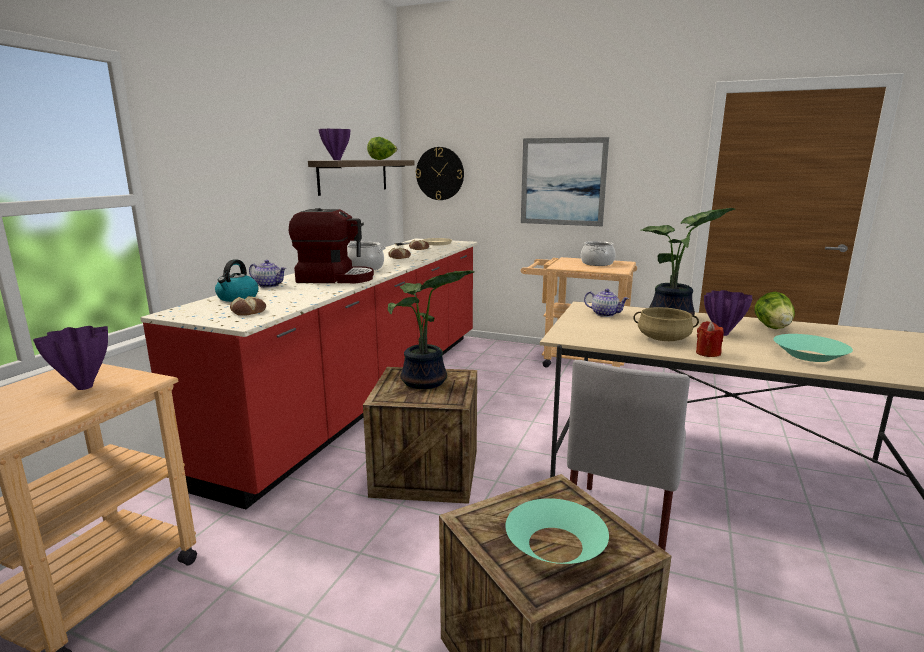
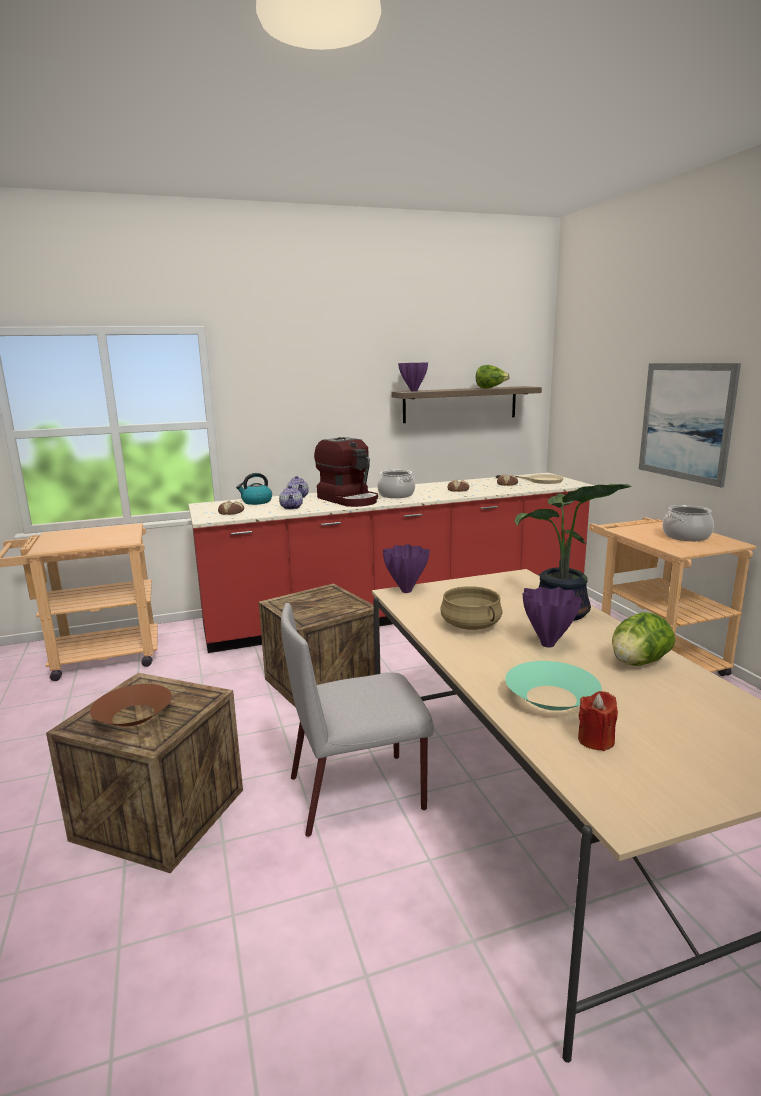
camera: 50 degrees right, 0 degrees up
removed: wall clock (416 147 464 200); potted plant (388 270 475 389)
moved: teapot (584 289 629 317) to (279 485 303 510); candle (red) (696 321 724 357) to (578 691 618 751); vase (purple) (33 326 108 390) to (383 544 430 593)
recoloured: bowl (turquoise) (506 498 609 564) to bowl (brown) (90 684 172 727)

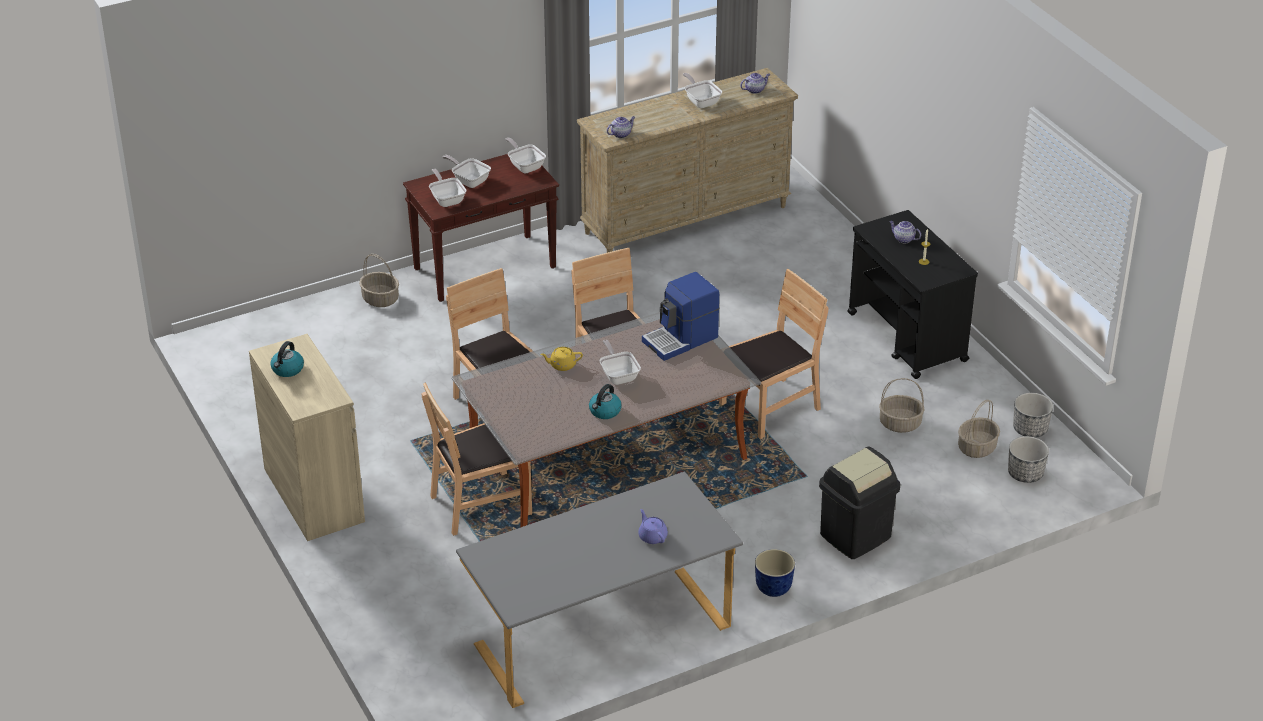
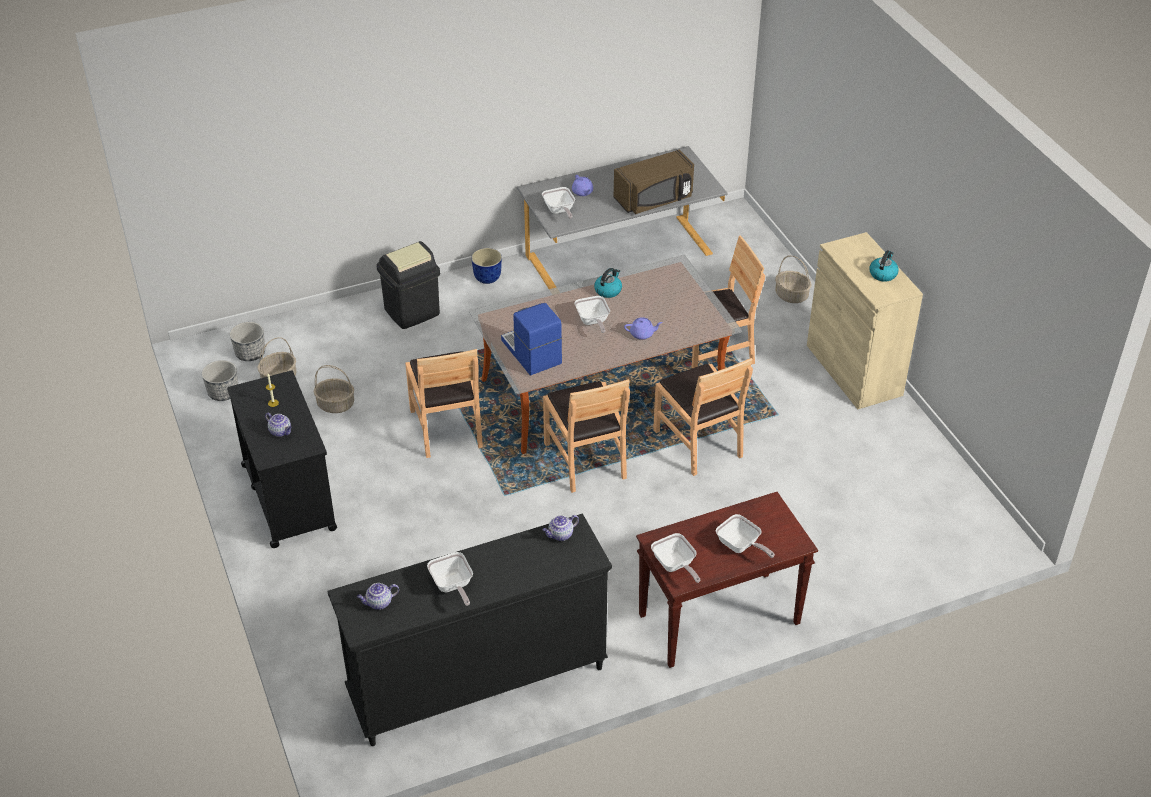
camera: 175 degrees left, 5 degrees up
added: microwave (brown) (614 150 694 214)
moved: frying pan (429 169 467 207) to (542 187 575 219); basket (359 254 399 307) to (775 256 811 303)
recoloured: dresser (beige) (577 68 798 253) to dresser (black) (327 513 612 746); teapot (yellow) (540 347 583 371) to teapot (purple) (624 317 663 340)
turned: chair (brown) (719 269 829 439) = (405 349 483 458) 75 degrees counterclockwise; coffee machine (642 272 719 361) = (501 303 562 375) 90 degrees counterclockwise

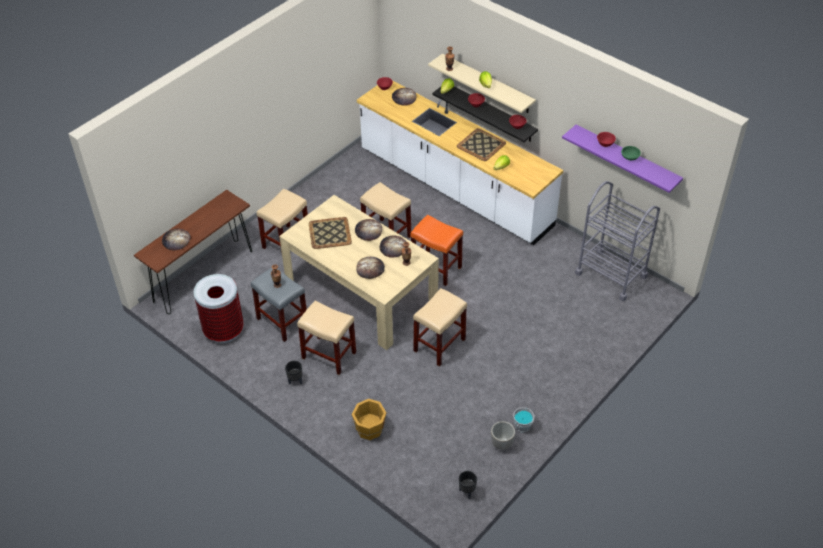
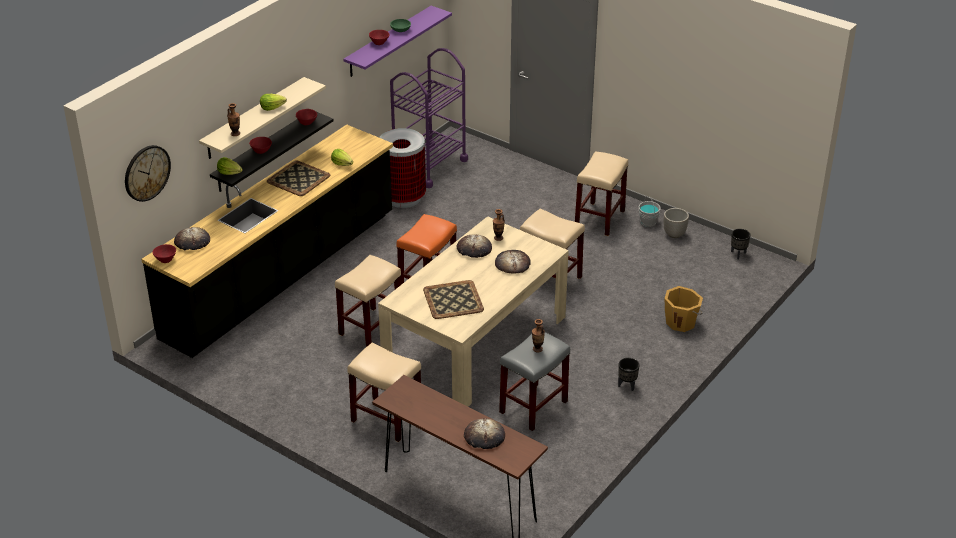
camera: 95 degrees left, 10 degrees down
removed: bread (355 219 382 241)
added: wall clock (125 145 171 202)
moved: trash can (194 274 244 343) to (379 128 426 208); stool (beige) (297 300 356 375) to (575 151 628 236)
recoloured: counter (white) (357 81 563 245) to counter (black) (141 125 393 358); cart (grey) (575 181 660 301) to cart (purple) (390 48 468 188)

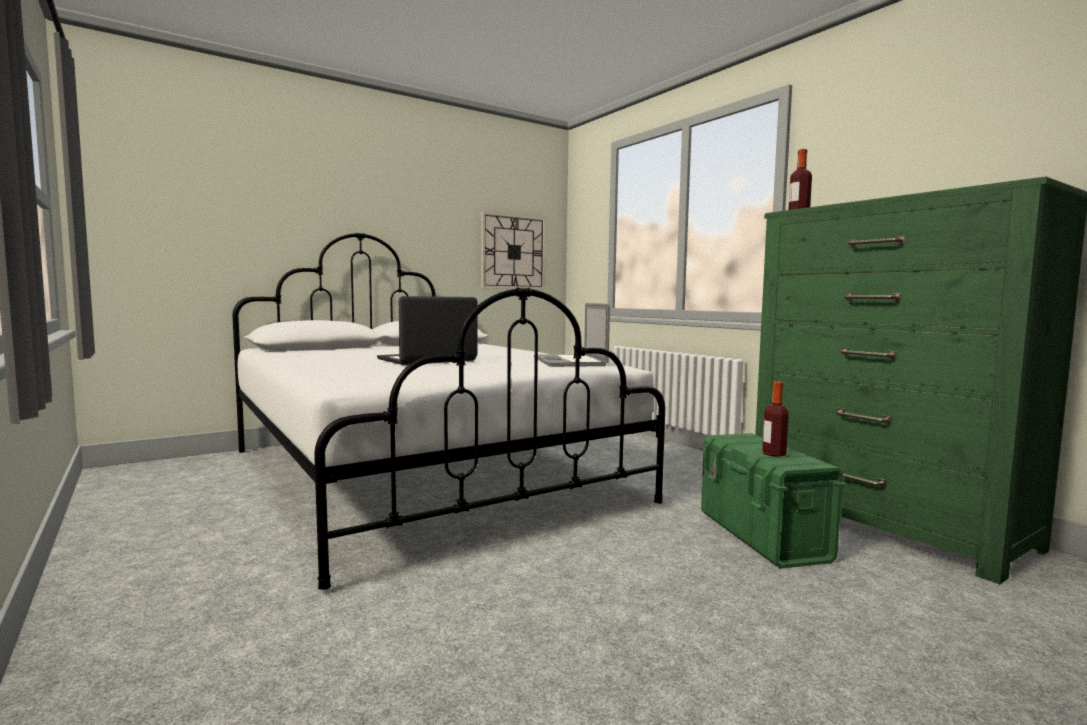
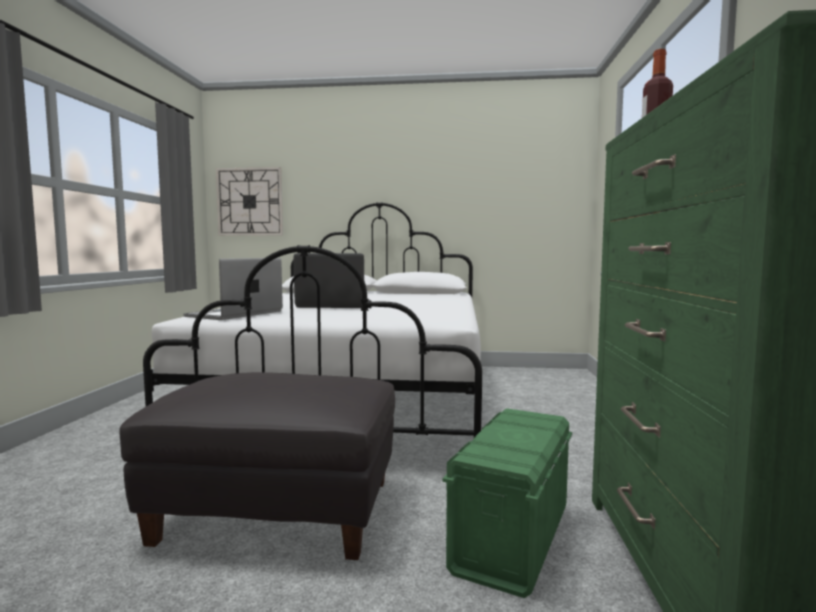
camera: 40 degrees right, 0 degrees up
removed: bottle (762 381 789 457)
added: ottoman (black) (119 372 395 560)
moved: wall clock (481 212 546 290) to (216 167 283 236); laptop (534 303 610 367) to (183 258 283 320)

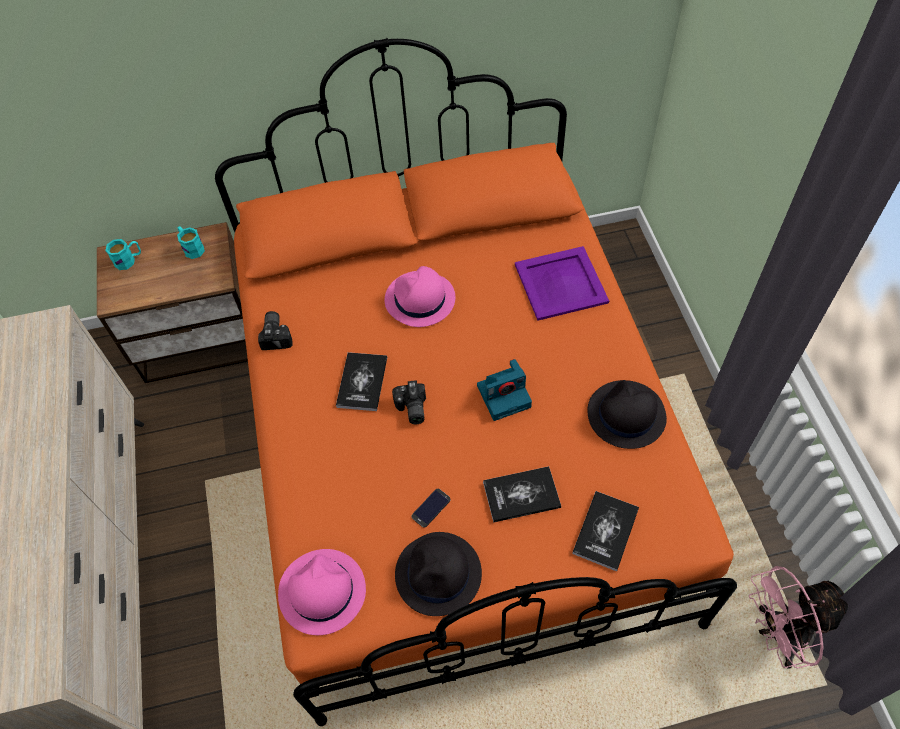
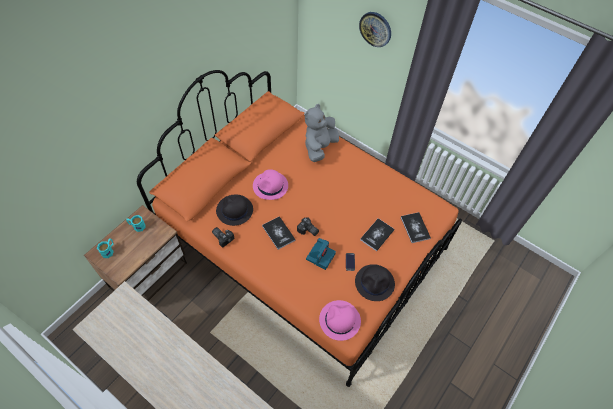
camera: 45 degrees left, 0 degrees up
removed: fan (pink) (748 566 848 669)
added: wall clock (359 12 391 47)
moved: photo camera (477 359 532 421) to (306 238 336 270); hat (black) (587 380 667 449) to (216 194 253 226)
replaced: tray (purple) (515 246 609 321) to plush toy (grey) (305 104 339 162)

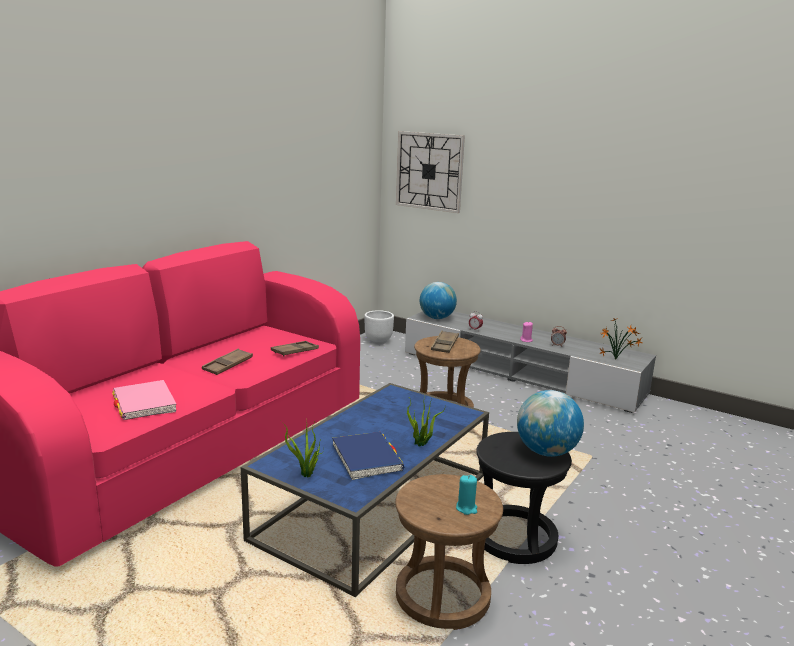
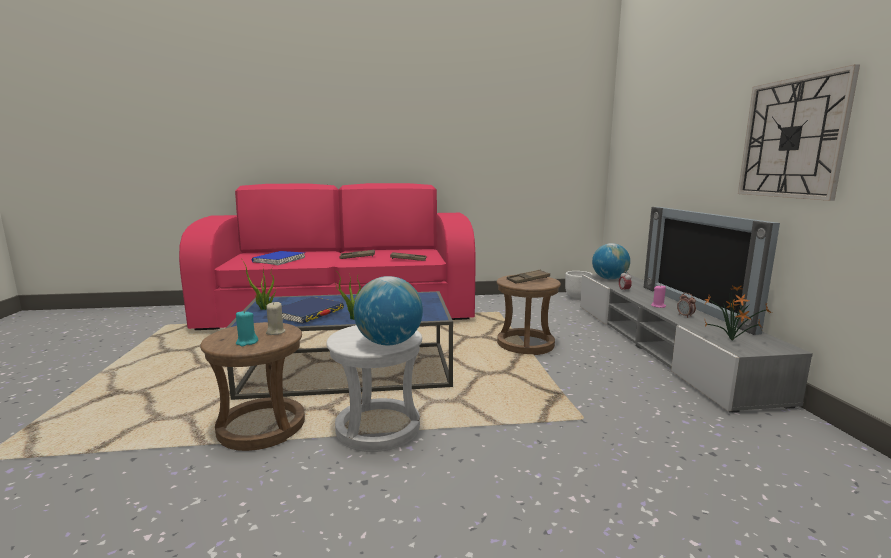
camera: 50 degrees right, 5 degrees down
added: television (644 207 780 335); candle (beige) (266 302 286 335)
moved: wall clock (396 131 465 213) to (738 64 860 201)
recoloured: book (pink) (112 380 176 420) to book (blue) (252 251 305 265); stool (black) (476 432 572 564) to stool (white) (326 325 422 452)

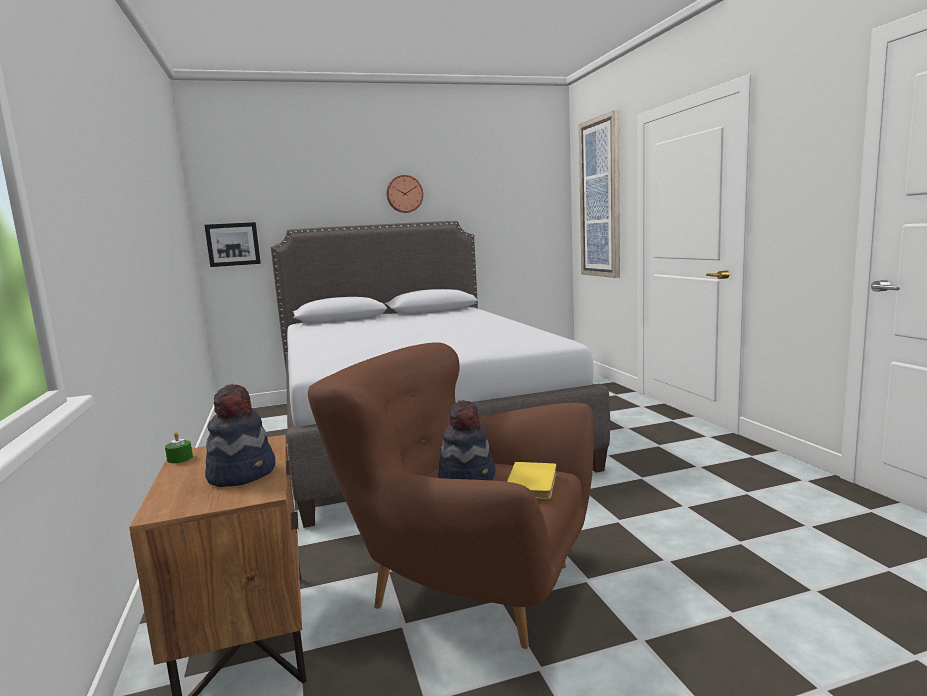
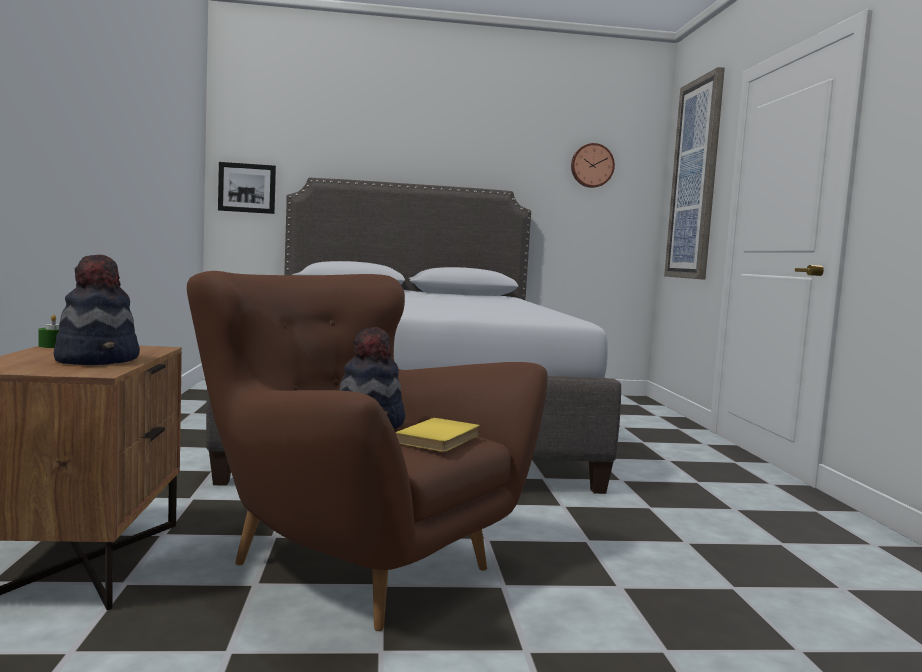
camera: 10 degrees right, 5 degrees down
moved: wall clock (386 175 423 213) to (571 143 615 188)

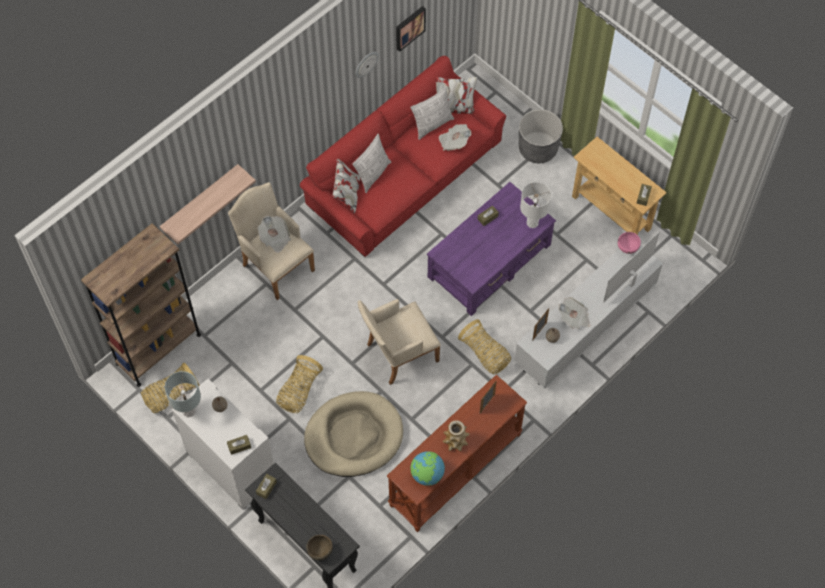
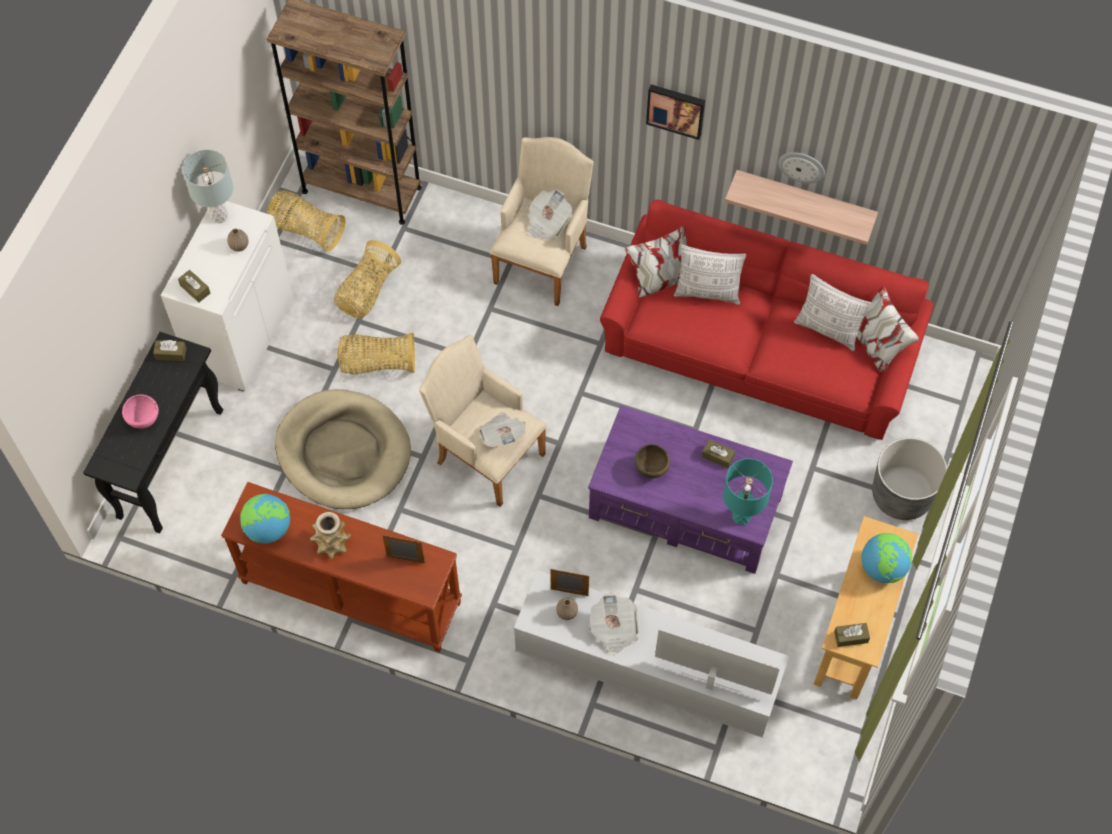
camera: 65 degrees right, 0 degrees up
added: globe (861 533 912 583)
moved: picture (396 6 426 52) to (646 85 705 140); newspaper (438 124 471 151) to (479 412 526 447); shelf (160 164 256 245) to (725 170 878 245); bowl (pink) (618 232 641 254) to (122 394 159 429); basket (458 319 511 374) to (334 240 401 318); bowl (brown) (306 535 333 560) to (635 444 670 478)
recoloured: table lamp (white) (520 182 551 228) to table lamp (turquoise) (723 458 773 525)

